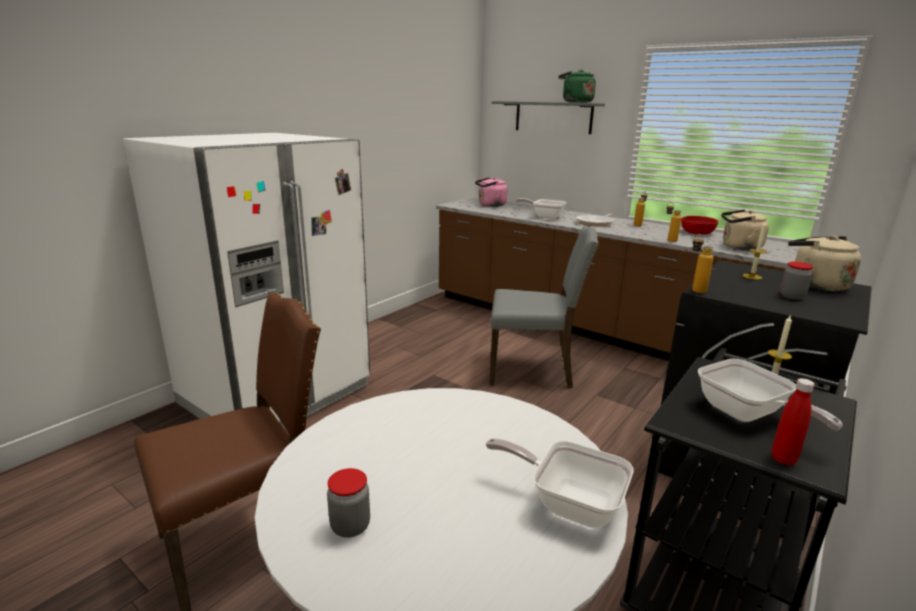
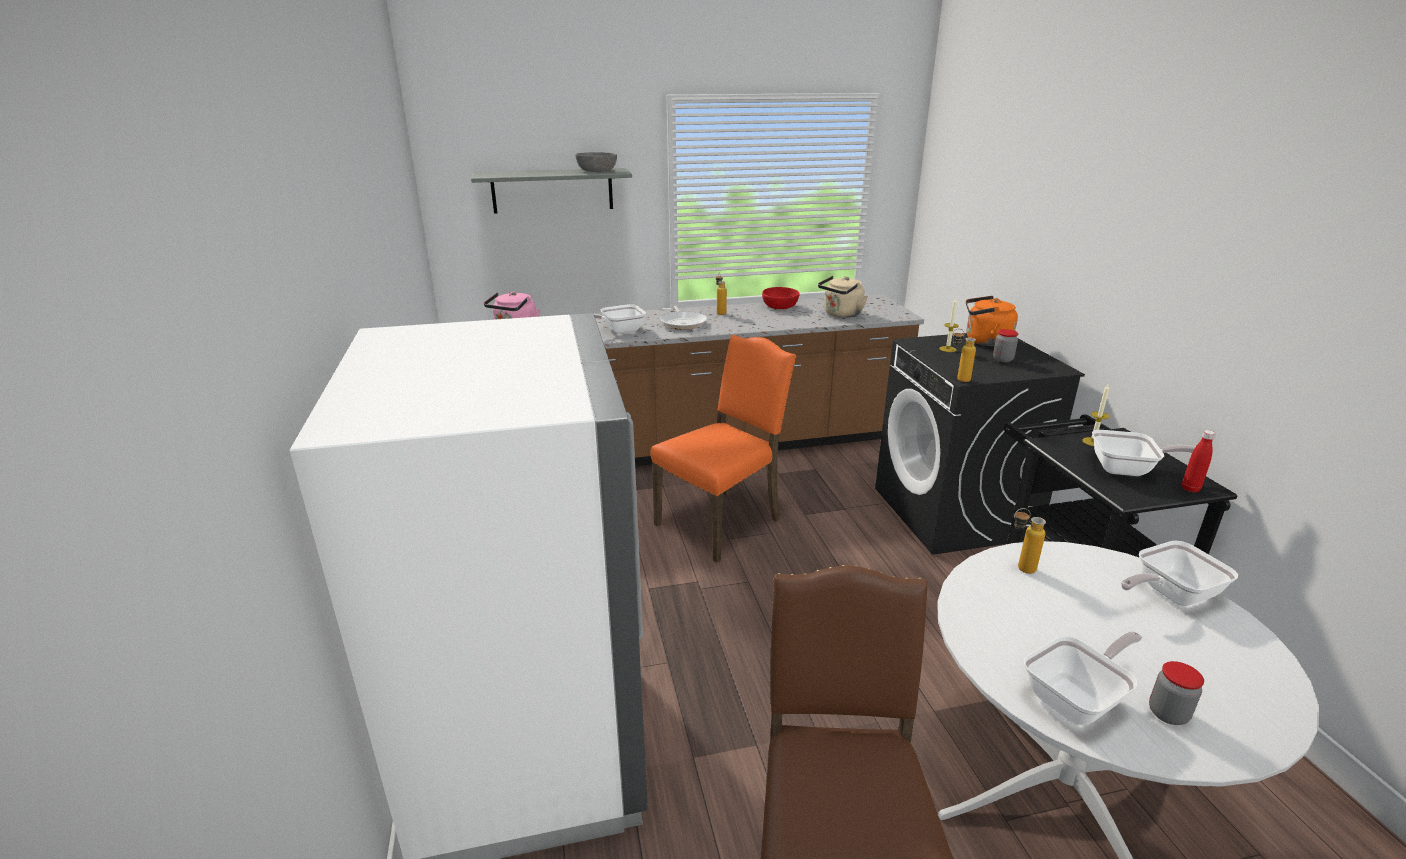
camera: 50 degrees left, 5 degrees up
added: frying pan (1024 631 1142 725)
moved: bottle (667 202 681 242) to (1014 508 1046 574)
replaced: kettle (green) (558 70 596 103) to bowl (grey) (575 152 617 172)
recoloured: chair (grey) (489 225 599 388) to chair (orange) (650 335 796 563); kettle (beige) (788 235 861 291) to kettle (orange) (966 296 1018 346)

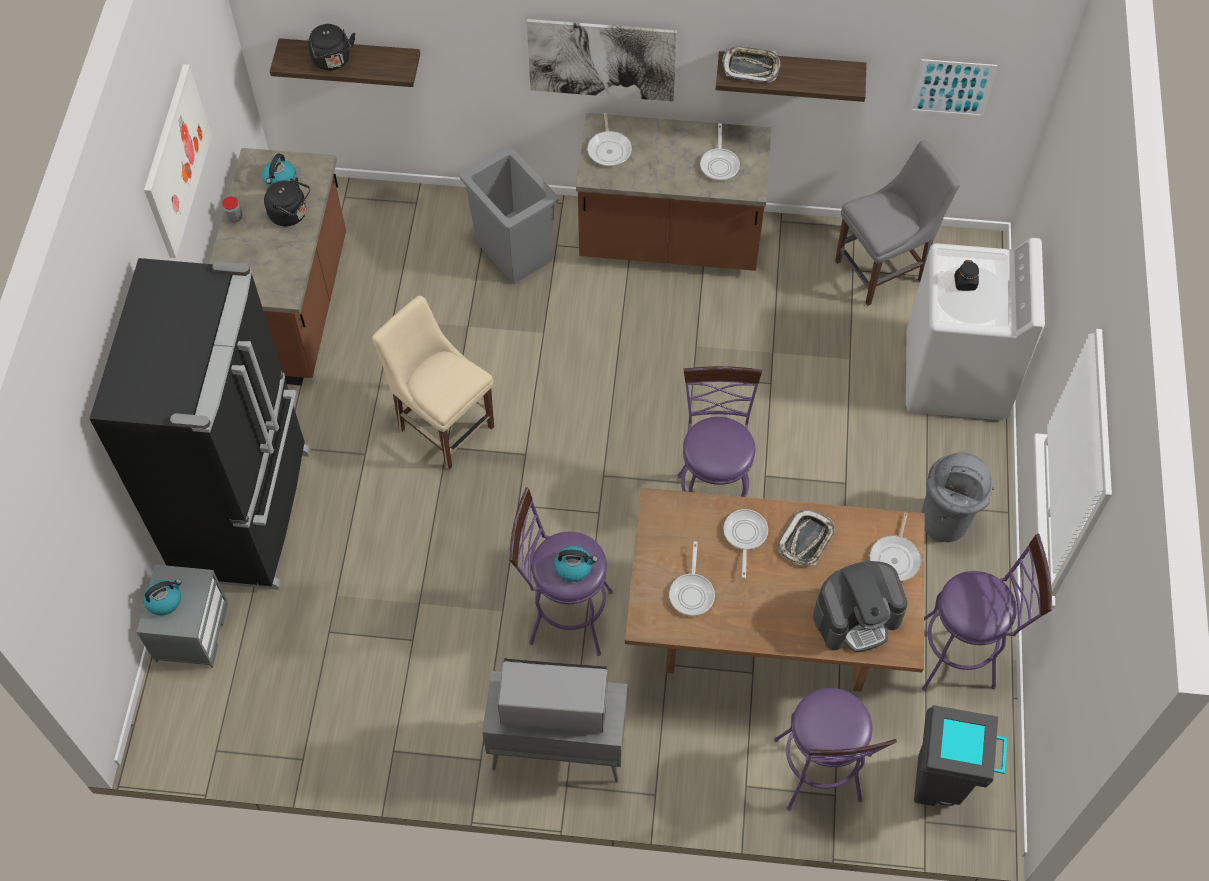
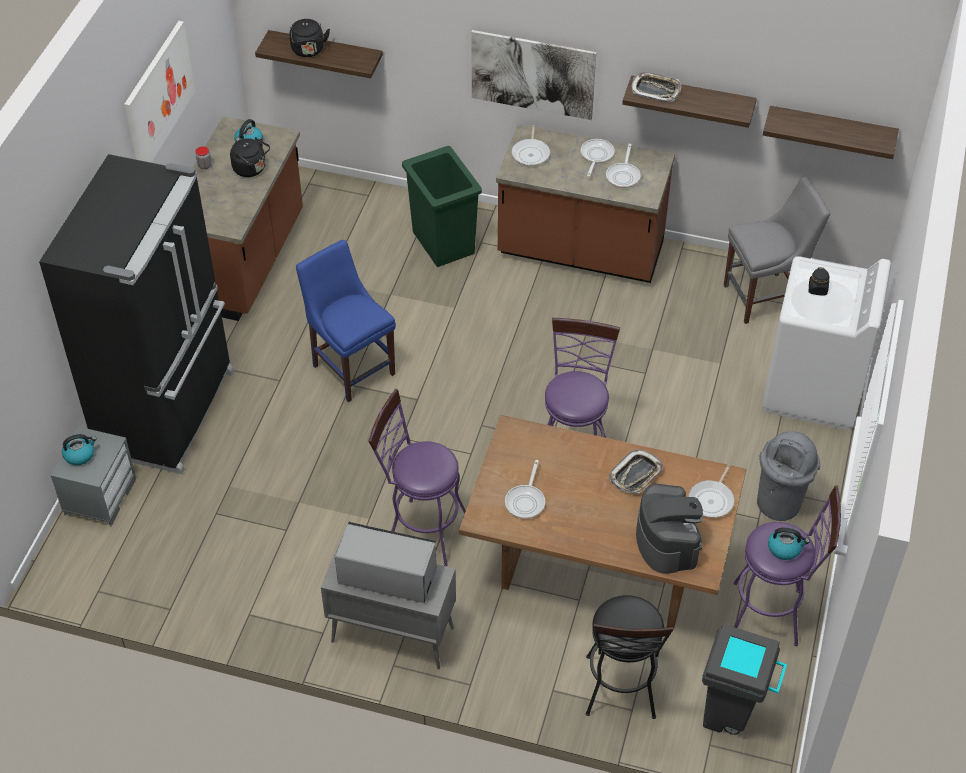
camera: 10 degrees right, 10 degrees down
moved: frying pan (723 509 768 578) to (581 139 615 177); kettle (554 546 598 582) to (768 527 810 560)
replaced: picture (909 59 998 117) to shelf (763 106 899 159)
recoloured: trash can (grey) (460 146 558 284) to trash can (green) (402 146 482 267); chair (beige) (372 296 494 469) to chair (blue) (296 240 396 402); stool (purple) (774 688 897 811) to stool (black) (586 595 674 719)
turned: coffee machine (813 561 908 652) = (636 483 703 574) 90 degrees counterclockwise

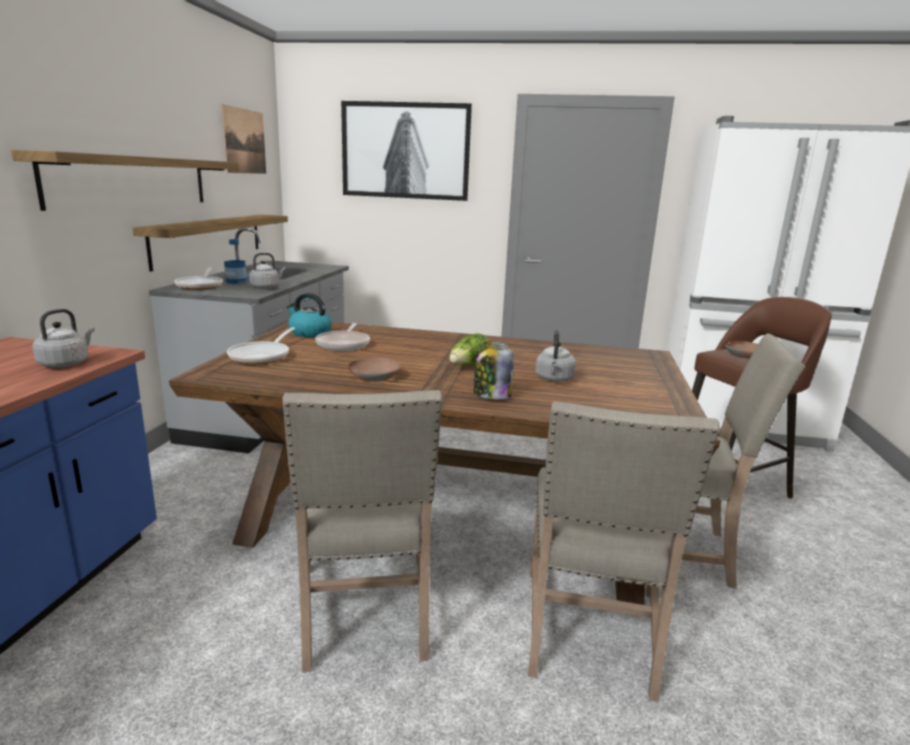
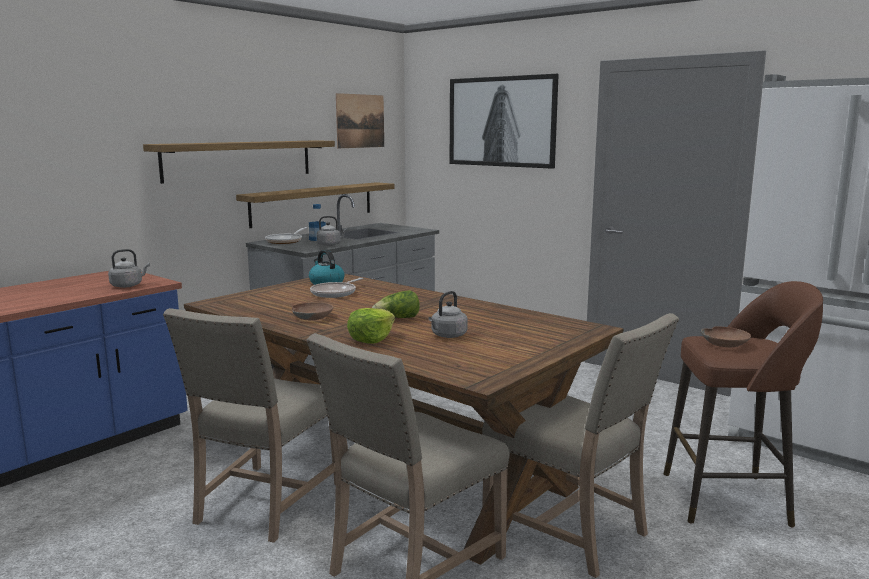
camera: 30 degrees right, 5 degrees down
removed: frying pan (227 327 295 364)
replaced: jar (474 342 514 399) to lettuce (347 308 395 343)

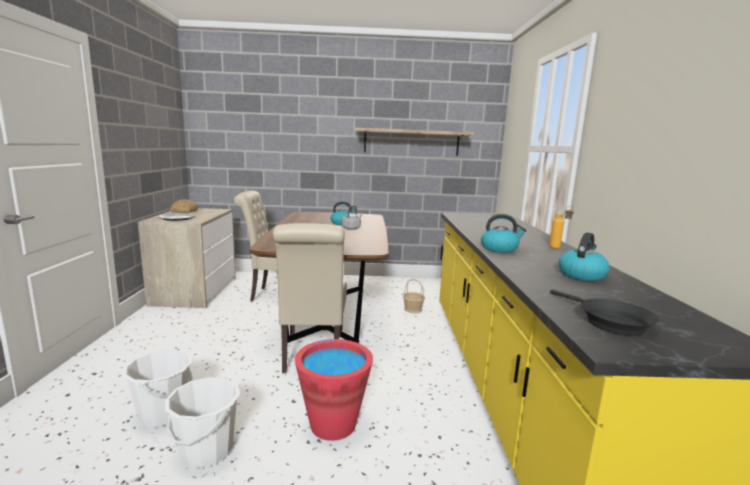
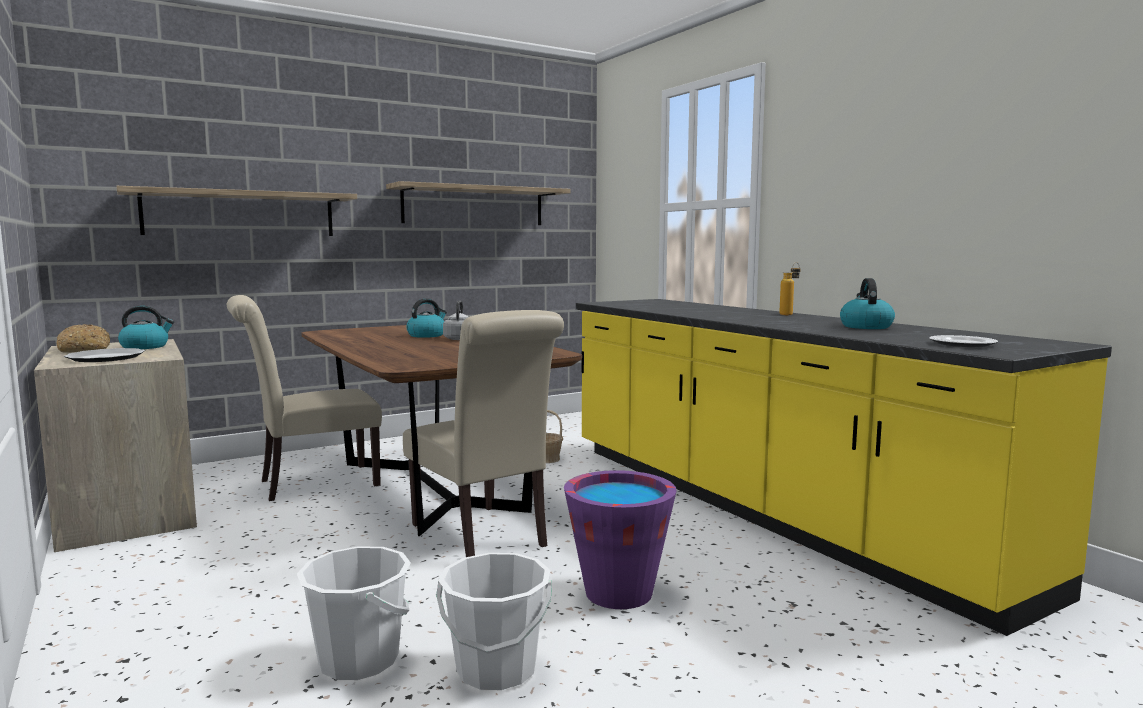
camera: 30 degrees left, 5 degrees down
added: shelf (116 186 357 236)
moved: kettle (481 214 527 253) to (118 306 174 349)
replaced: frying pan (black) (550 289 659 336) to plate (929 335 998 347)
recoloured: bucket (red) (295 339 373 441) to bucket (purple) (564 470 677 609)

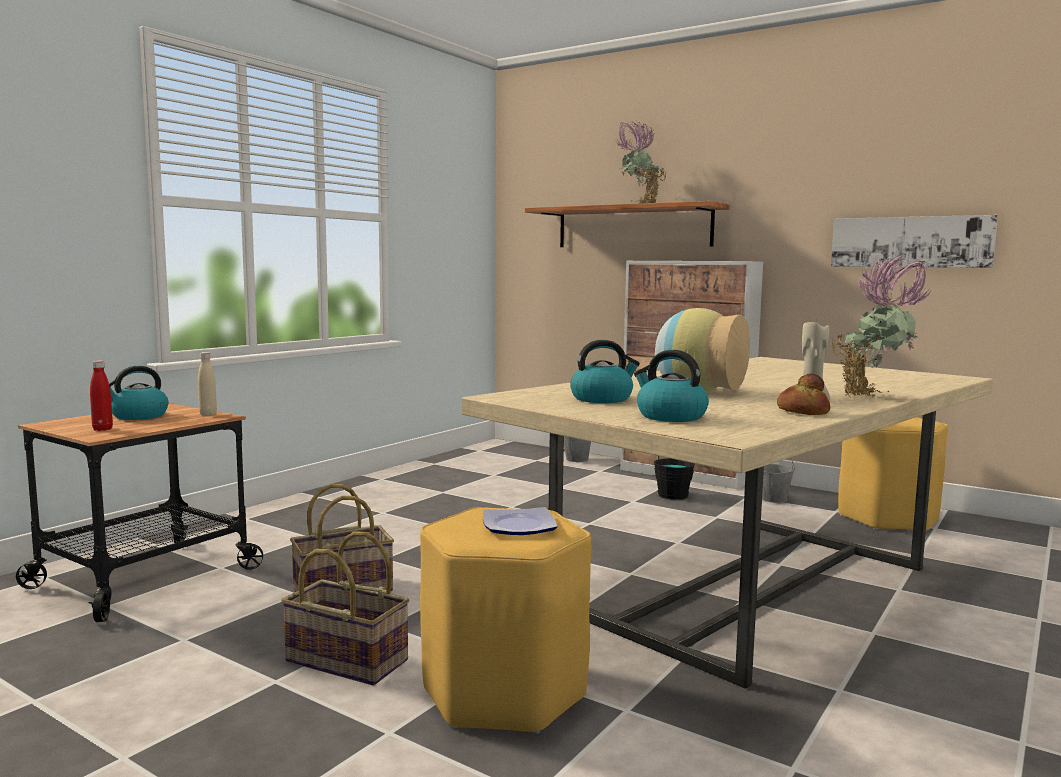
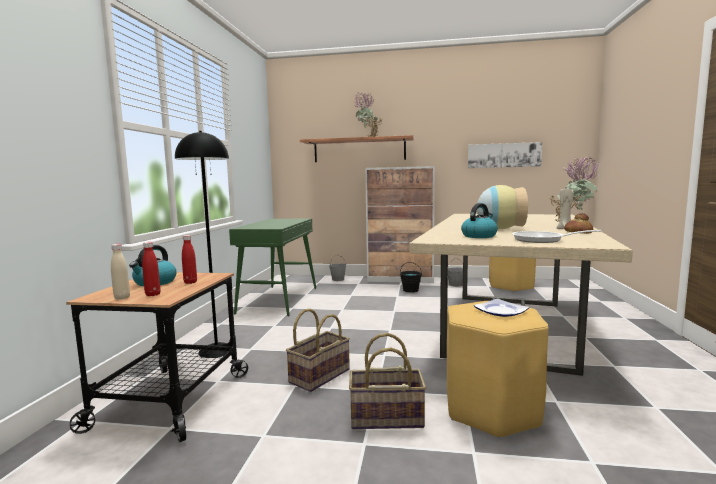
camera: 25 degrees left, 0 degrees up
added: floor lamp (black) (175 131 229 358); console table (green) (229 219 316 316); bottle (red) (182 235 197 284)
moved: bottle (beige) (198 352 217 416) to (111 244 130 300)
replaced: kettle (634 350 709 422) to frying pan (512 230 601 243)

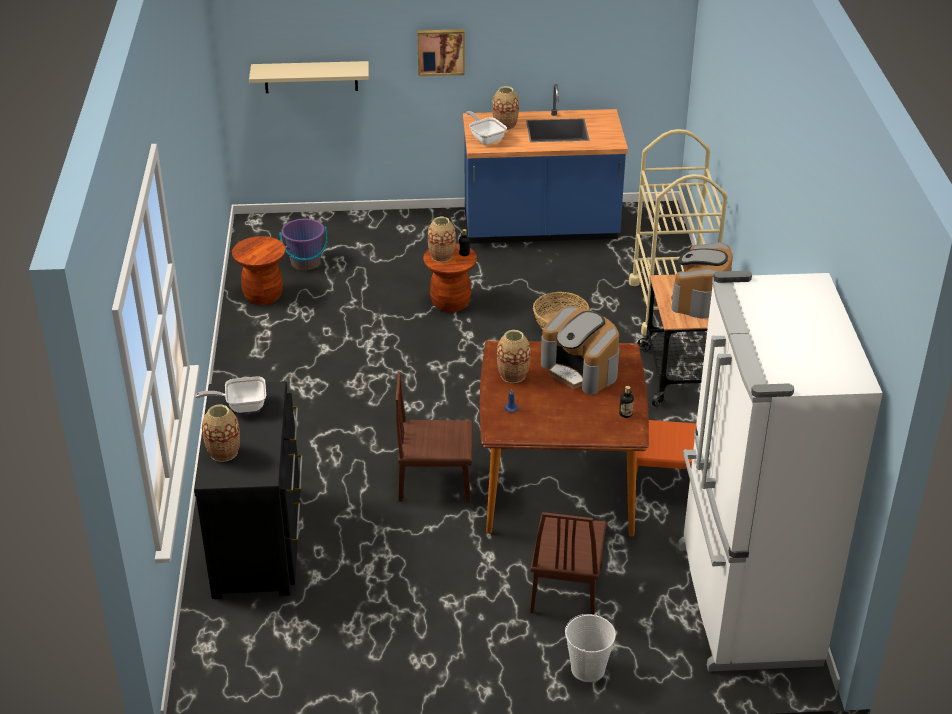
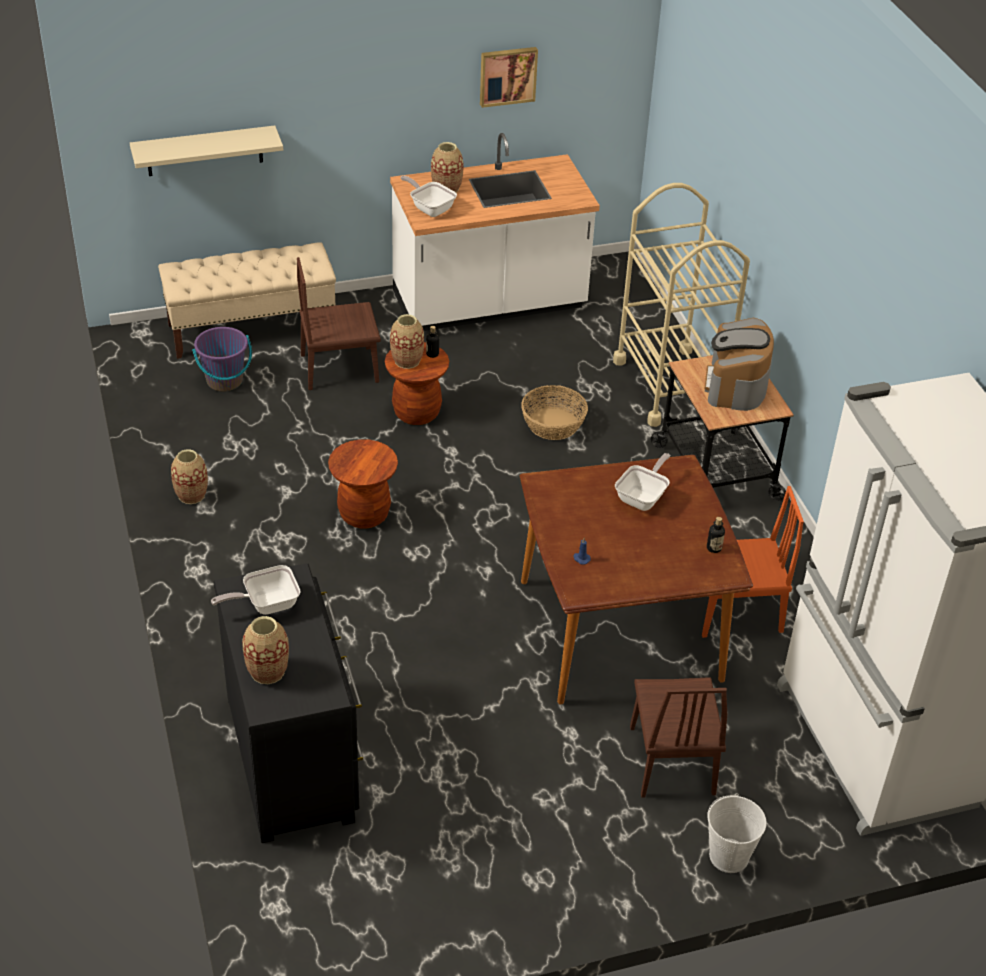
camera: 15 degrees left, 5 degrees up
added: bench (beige) (158 242 336 359)
moved: picture (417 29 465 76) to (480 47 538 108); stool (brown) (232 236 285 305) to (328 439 398 529); vase (497 330 531 383) to (171 449 208 504); chair (brown) (395 372 473 502) to (297 257 381 390)
replaced: coffee machine (541 306 619 395) to frying pan (615 453 670 511)
recoloured: counter (blue) (463 84 628 244) to counter (white) (390 133 600 331)

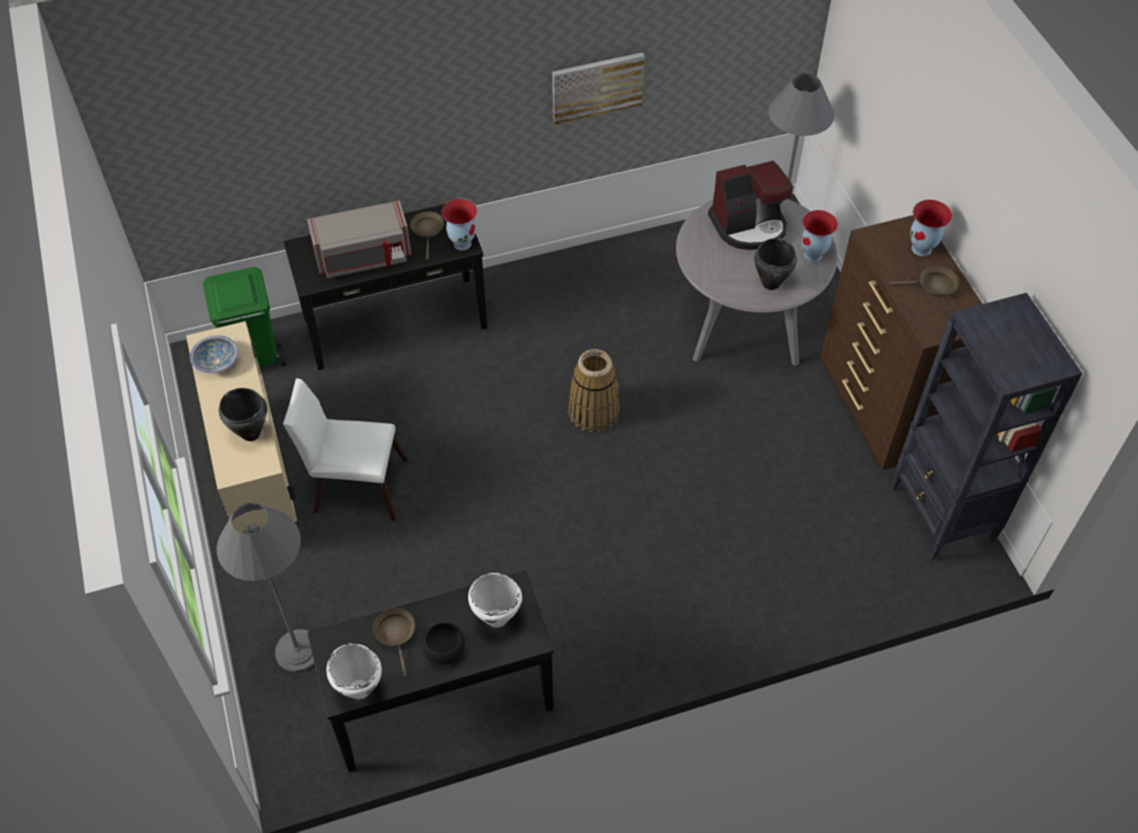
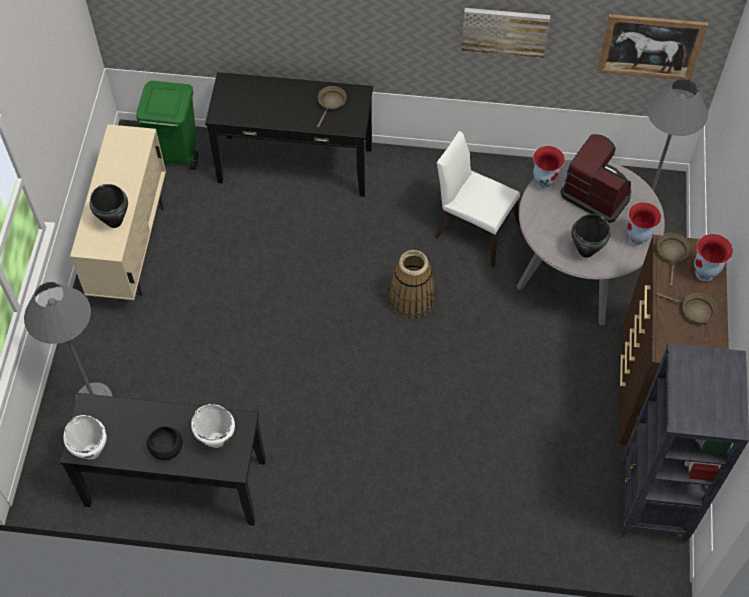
camera: 25 degrees right, 5 degrees up
removed: microwave (grey) (307 200 412 278); bowl (190 335 238 373)
added: picture (597 14 708 80)
moved: vase (442 199 477 251) to (533 146 565 190); chair (white) (283 378 409 521) to (435 131 520 267); frying pan (brown) (373 608 415 677) to (656 233 691 287)
turned: coffee machine (708 161 793 250) = (561 134 632 223) 150 degrees counterclockwise

